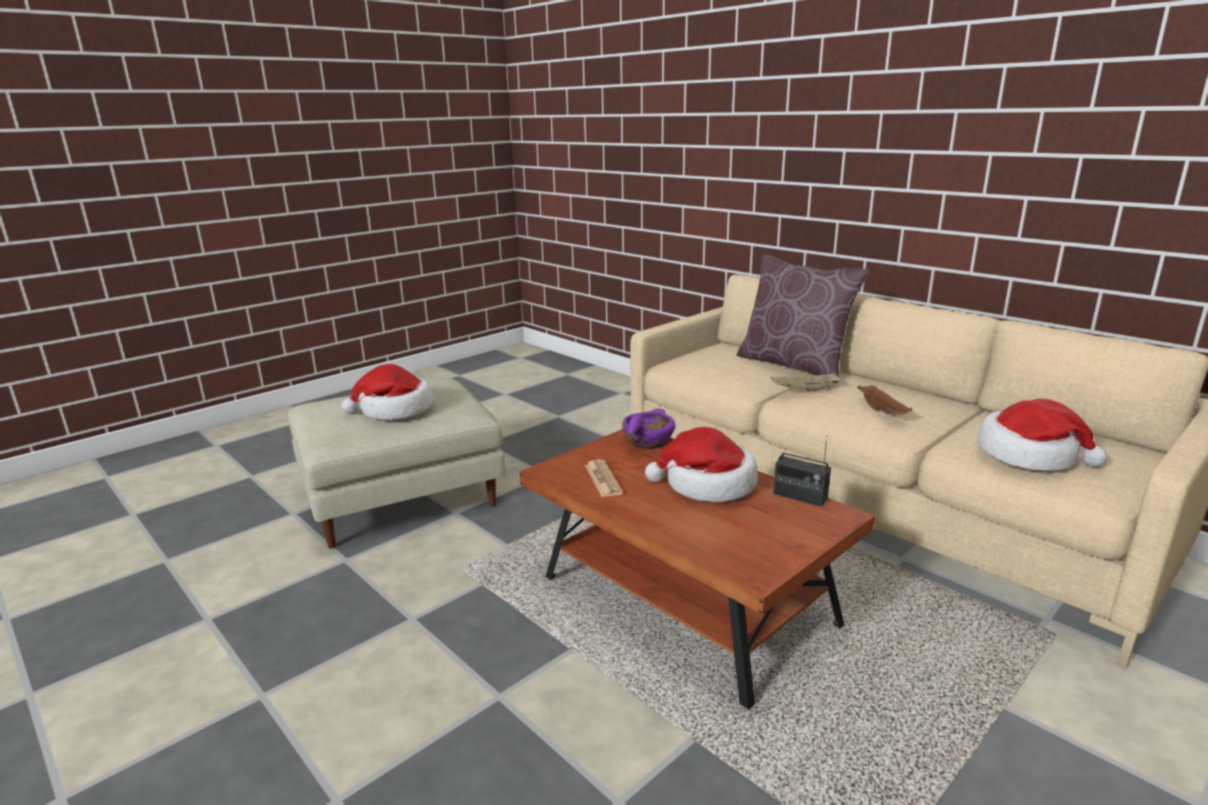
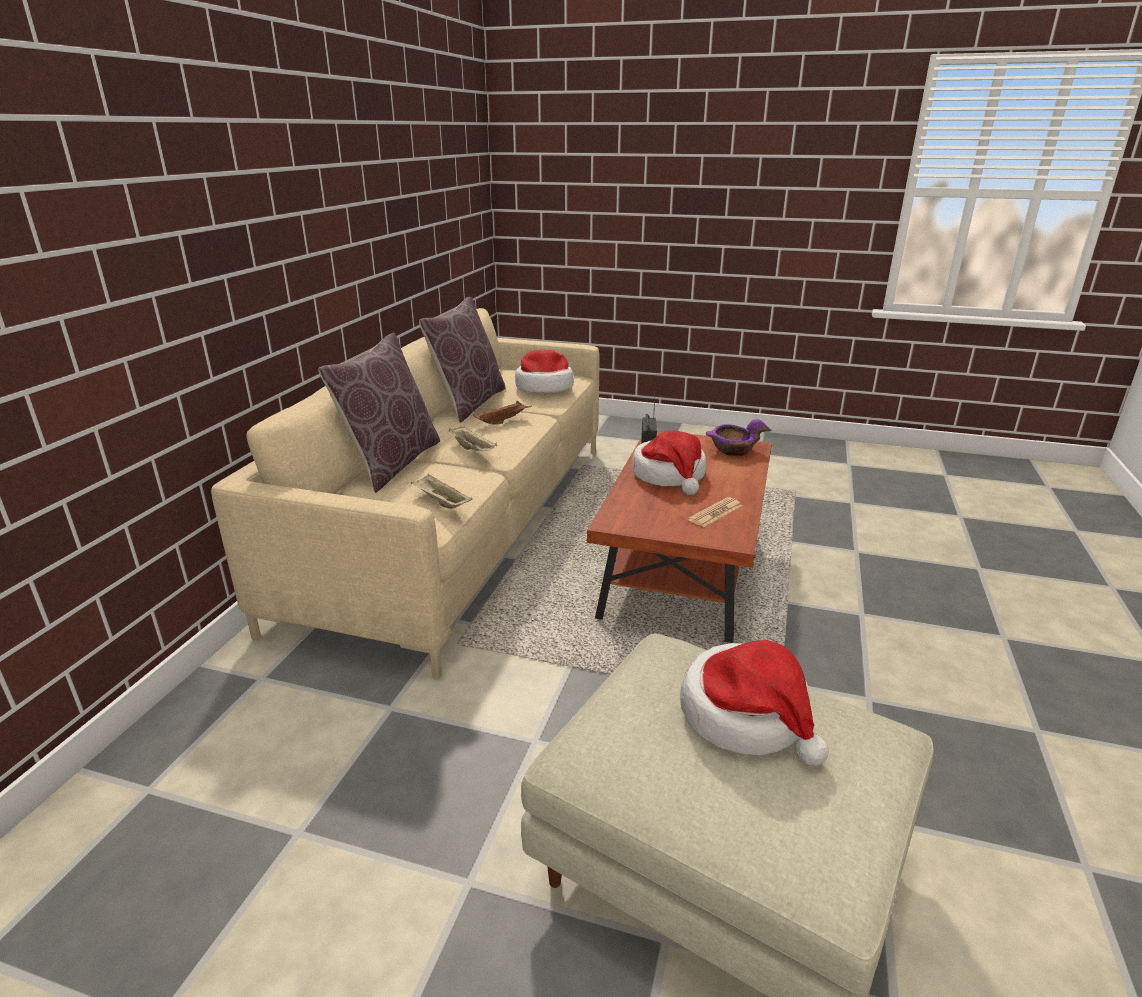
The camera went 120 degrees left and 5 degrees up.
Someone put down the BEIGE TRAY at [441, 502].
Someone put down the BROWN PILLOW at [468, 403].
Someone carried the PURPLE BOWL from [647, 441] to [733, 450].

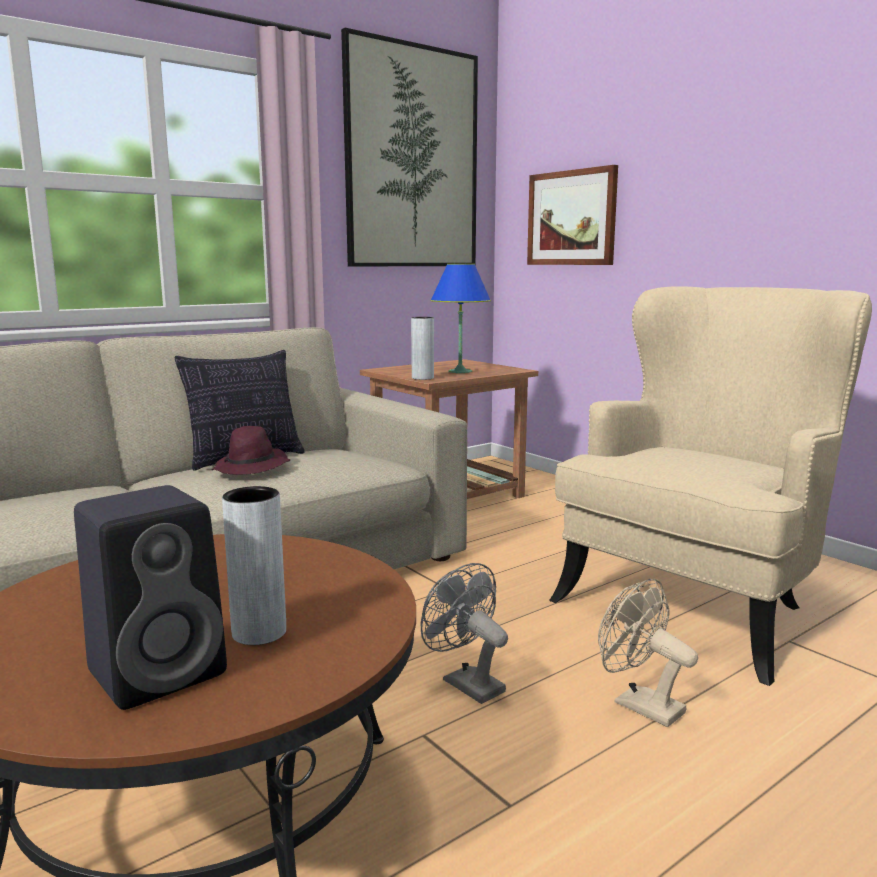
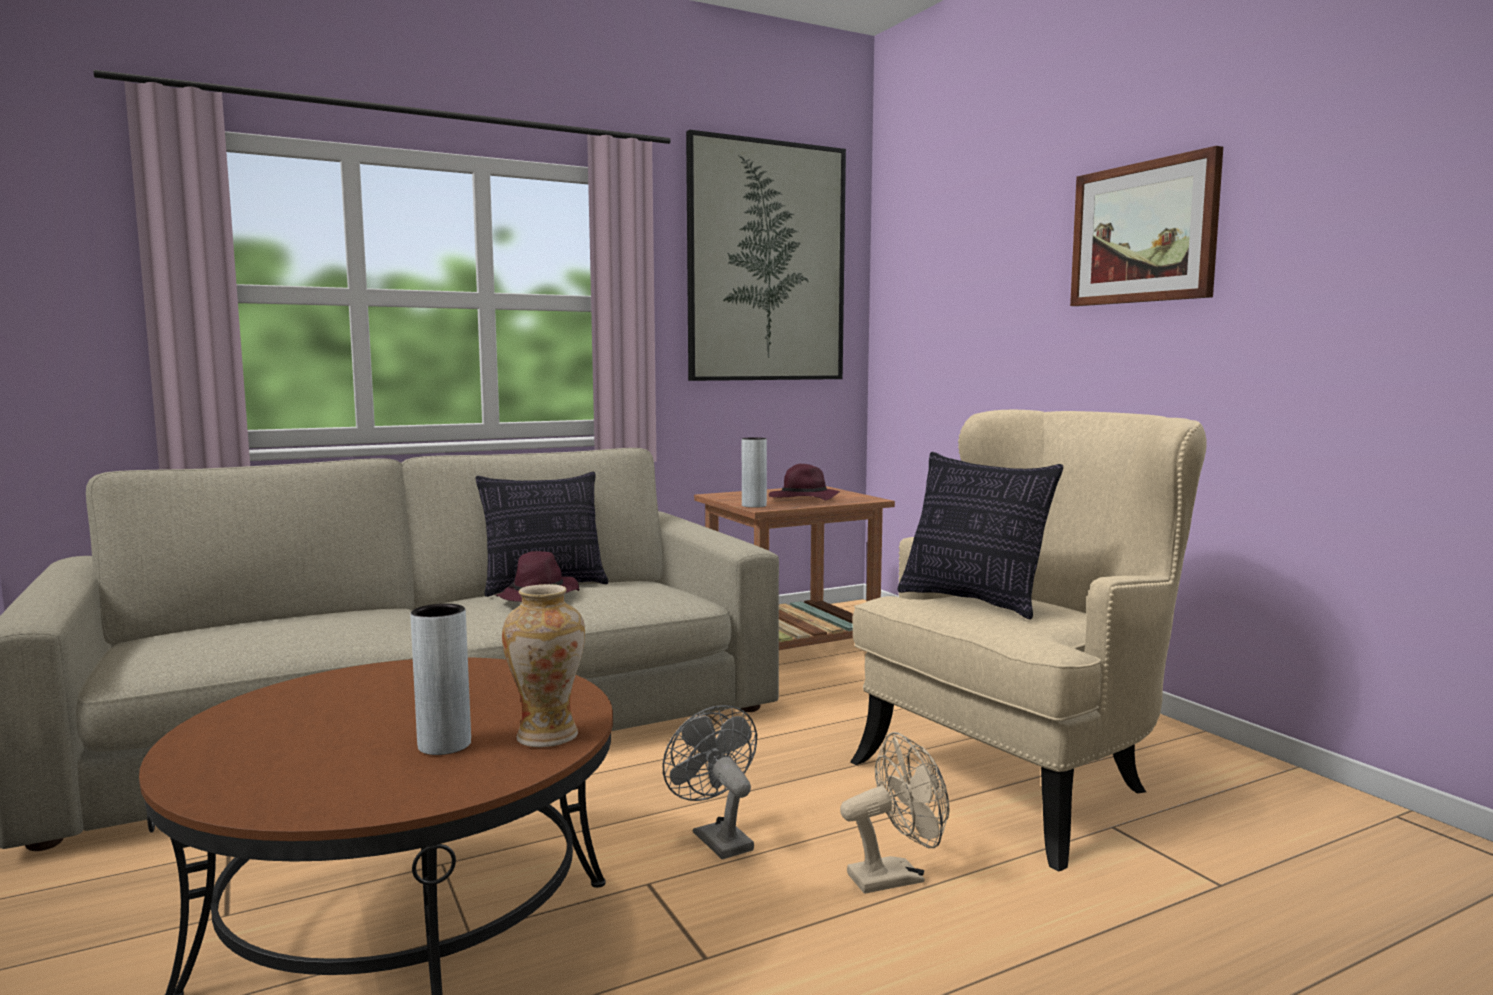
The camera went 10 degrees right and 5 degrees down.
Someone took away the BLACK SPEAKER at [161, 671].
Someone put down the VASE at [547, 736].
Someone put down the PILLOW at [973, 602].
Someone carried the PICTURE from [571, 218] to [1143, 233].
Someone swapped the BLUE TABLE LAMP at [460, 371] for the PURPLE HAT at [803, 499].
Someone rotated the BEIGE FAN at [639, 704] by 105 degrees clockwise.

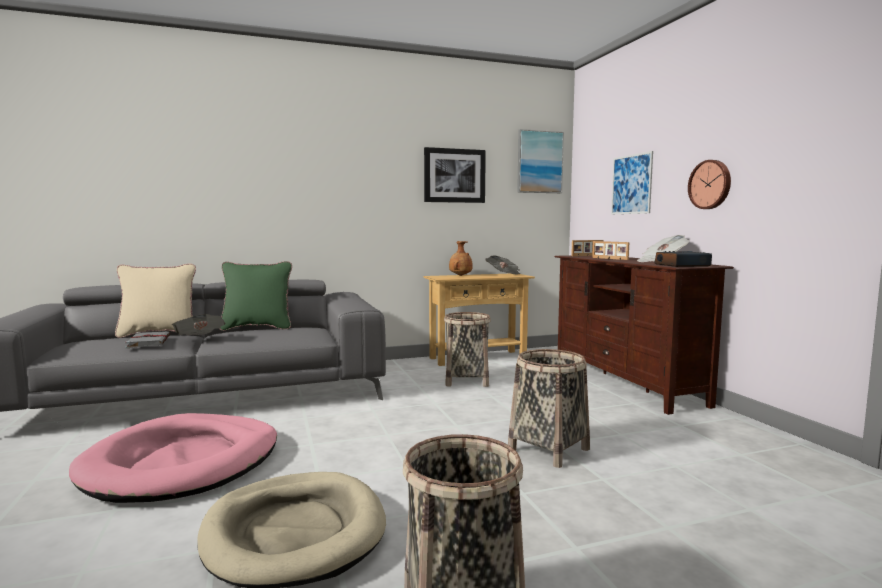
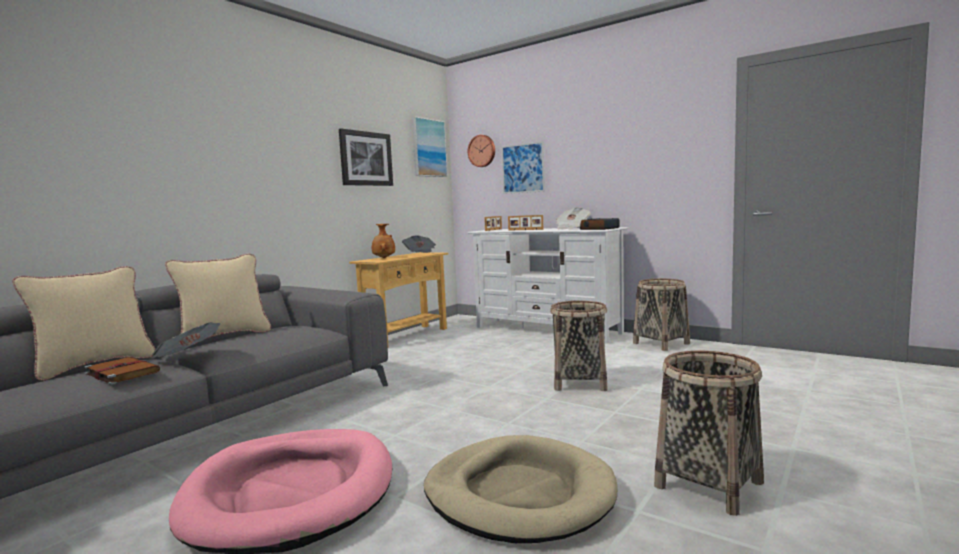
The camera went 35 degrees left and 0 degrees up.
Someone carried the BASKET from [467, 380] to [661, 343].
Someone carried the WALL CLOCK from [710, 184] to [482, 151].
Someone repainted the GREY BOOK at [149, 341], which became the BROWN BOOK at [121, 373].
Someone repainted the GREEN PILLOW at [257, 328], which became the BEIGE PILLOW at [224, 336].
Someone repainted the BROWN TV STAND at [626, 382], which became the WHITE TV STAND at [547, 330].

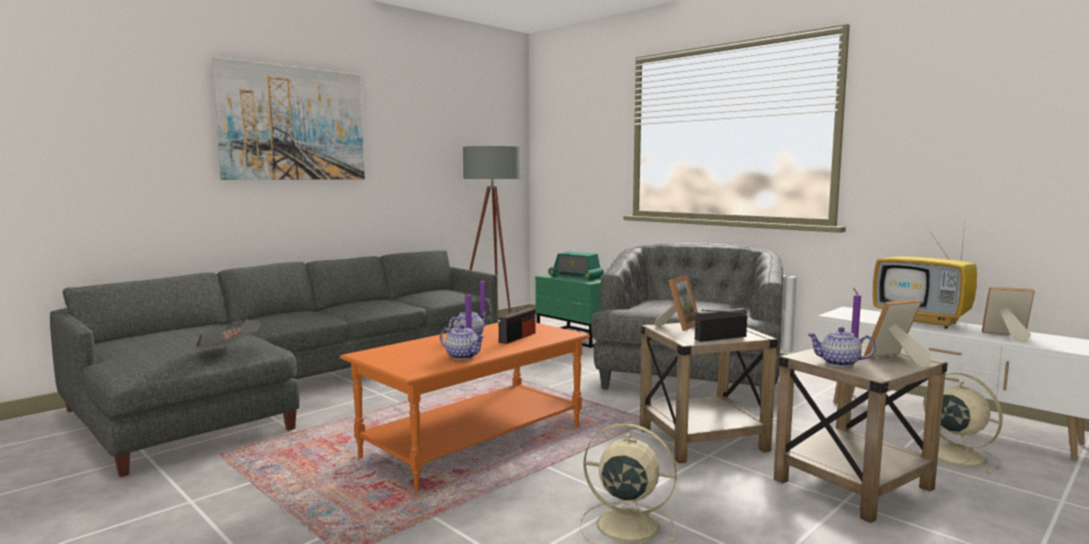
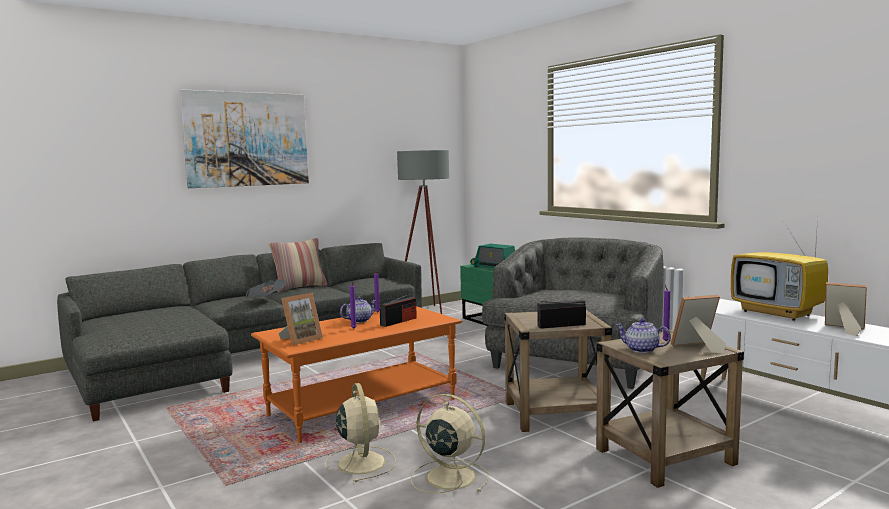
The camera went 10 degrees right and 0 degrees up.
Someone took away the TEAPOT at [463, 356].
Someone put down the PILLOW at [300, 287].
Someone carried the NEWSPAPER from [229, 351] to [266, 300].
Someone carried the PICTURE FRAME from [679, 326] to [300, 340].
Someone carried the BEIGE FAN from [954, 455] to [361, 462].

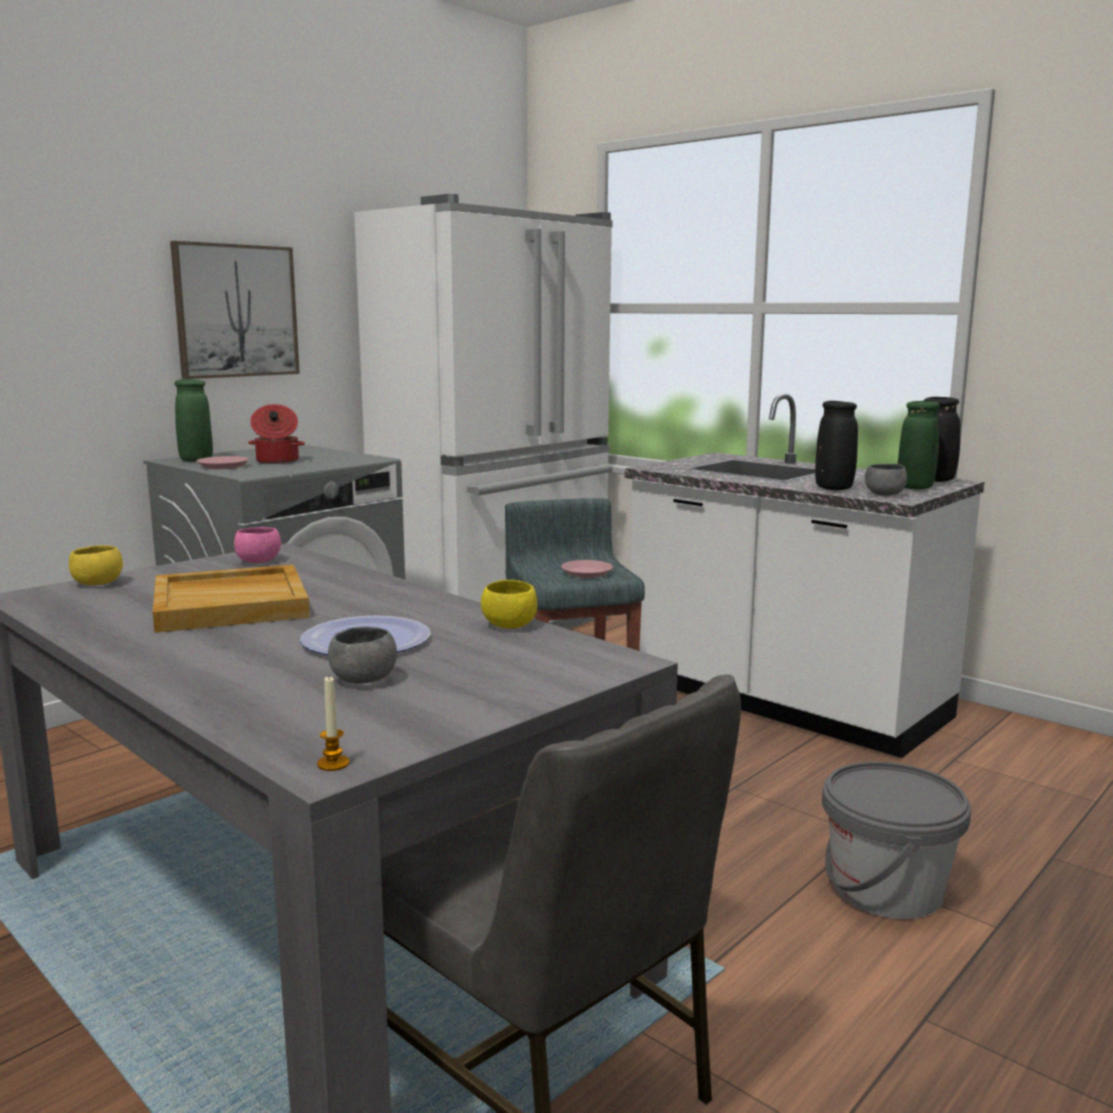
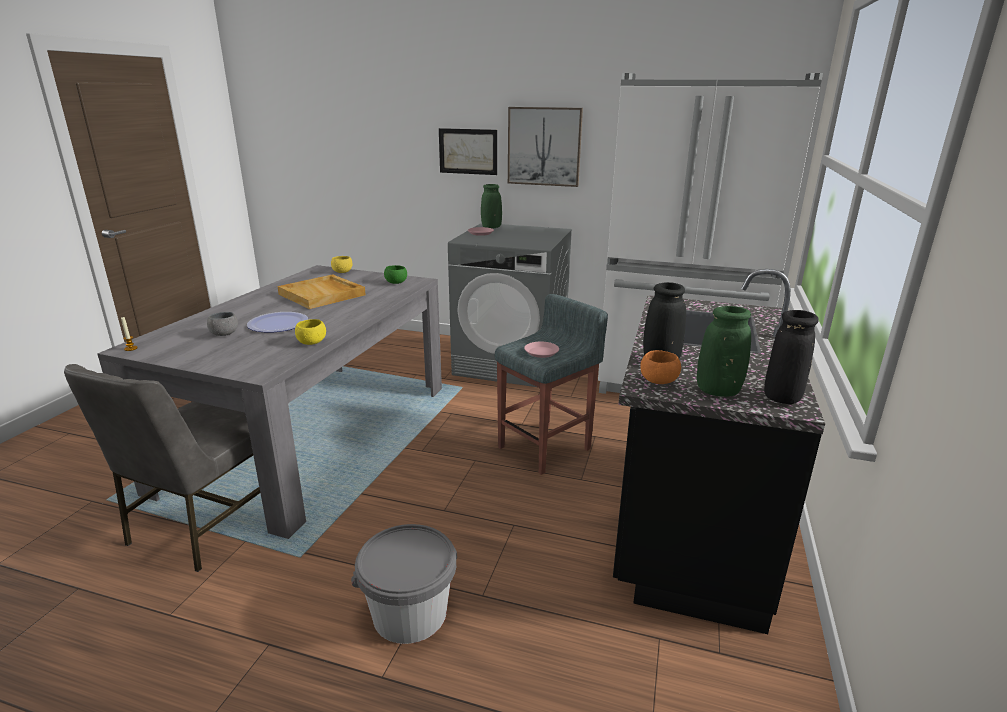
The camera went 65 degrees right and 10 degrees up.
Someone took away the COOKING POT at [277, 461].
Someone put up the PICTURE at [468, 151].
Someone repainted the PINK BOWL at [258, 562], which became the GREEN BOWL at [396, 282].
Someone repainted the WHITE COUNTER at [783, 701], which became the BLACK COUNTER at [686, 523].
Someone repainted the GREY BOWL at [884, 494], which became the ORANGE BOWL at [658, 381].

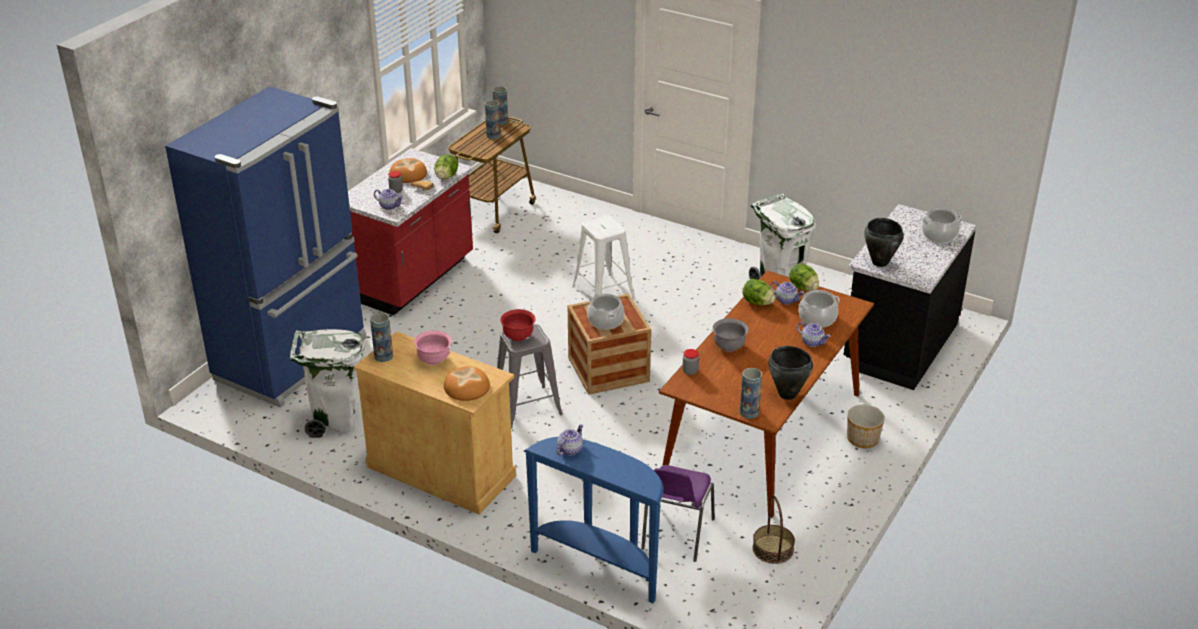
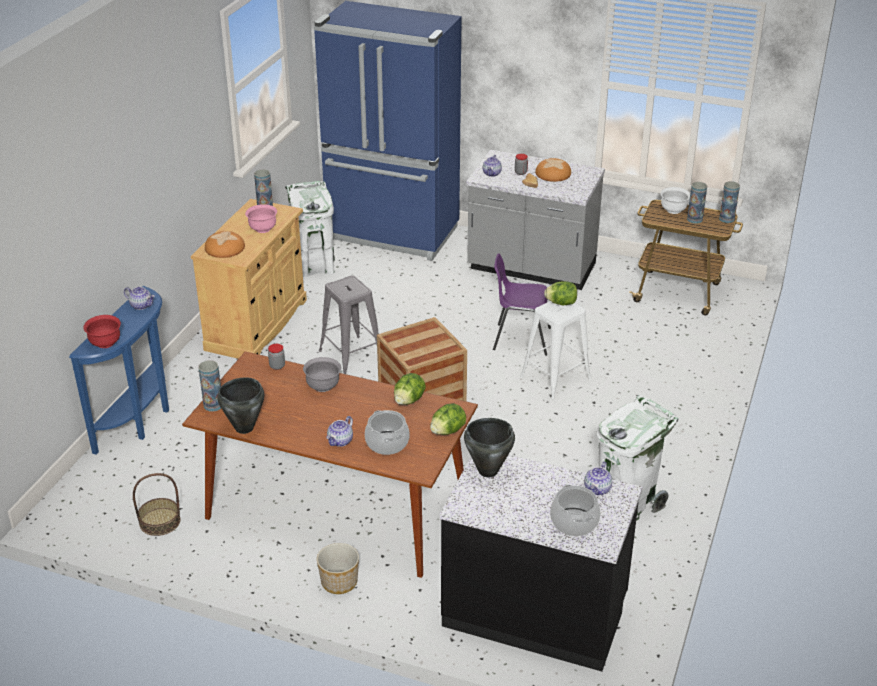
The camera went 80 degrees right and 0 degrees up.
Someone took away the COOKING POT at [606, 321].
Someone put down the WHITE BOWL at [673, 210].
Someone carried the LETTUCE from [446, 177] to [561, 303].
Someone carried the RED BOWL from [518, 336] to [105, 343].
Someone carried the PURPLE CHAIR from [676, 535] to [520, 339].
Someone carried the TEAPOT from [786, 300] to [597, 489].
Someone repainted the RED COUNTER at [412, 279], which became the GREY COUNTER at [531, 269].

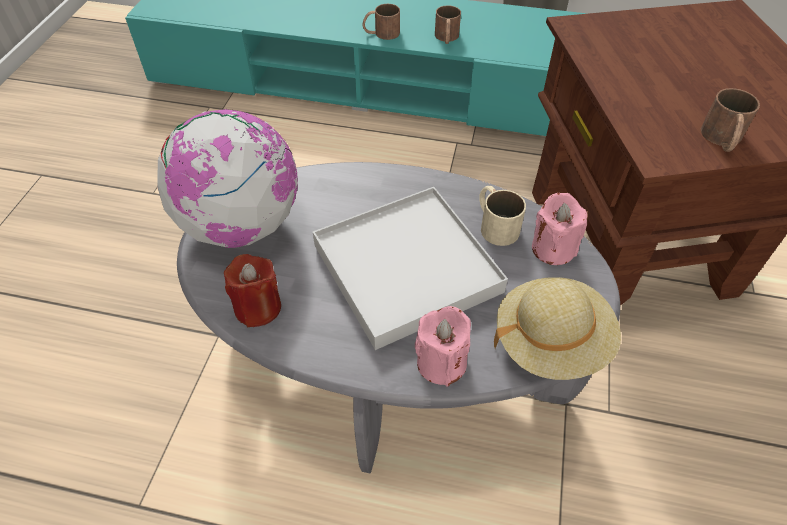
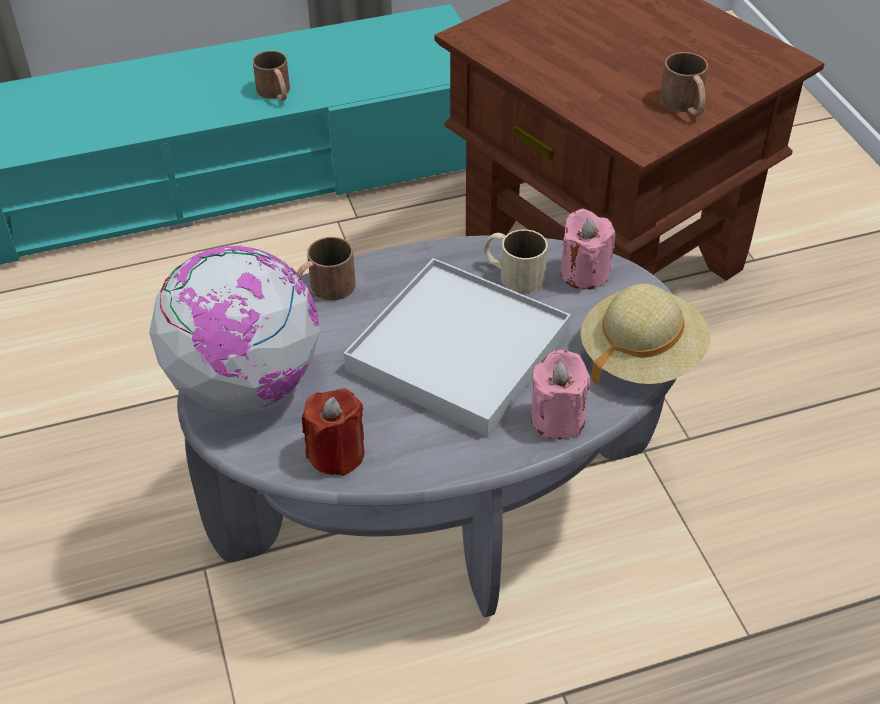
The camera went 30 degrees left and 5 degrees down.
Someone carried the BROWN MUG from [381, 33] to [323, 290].

